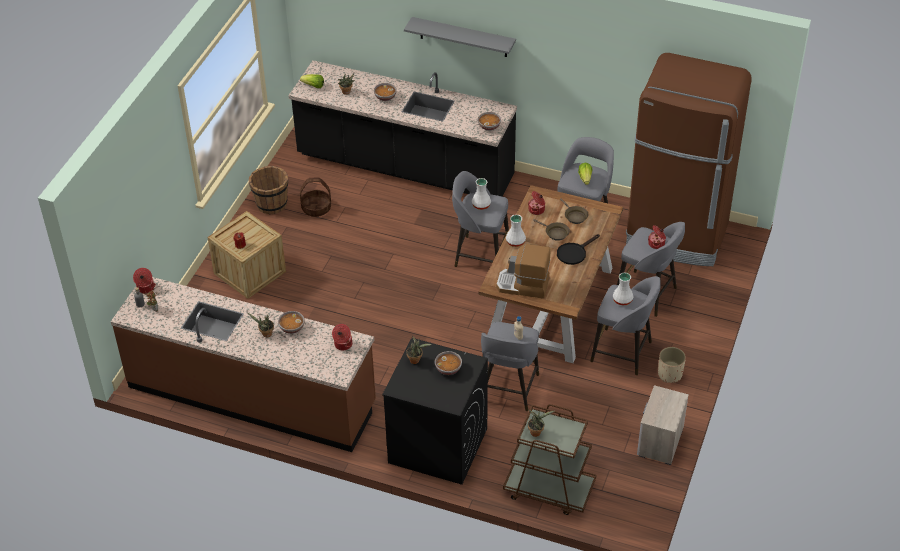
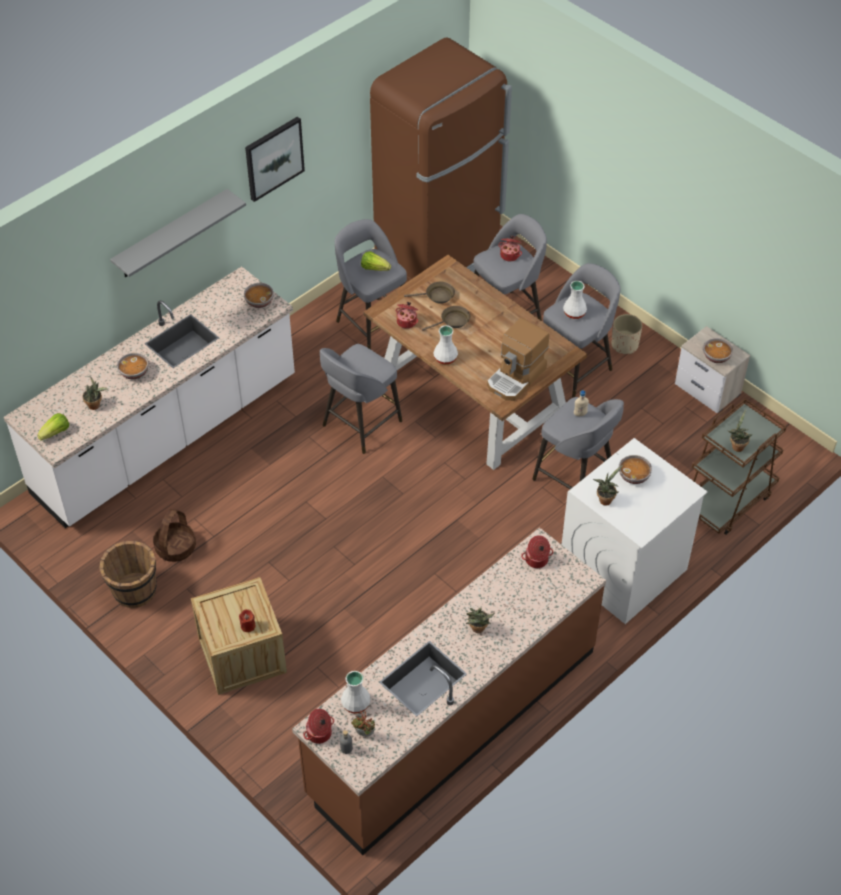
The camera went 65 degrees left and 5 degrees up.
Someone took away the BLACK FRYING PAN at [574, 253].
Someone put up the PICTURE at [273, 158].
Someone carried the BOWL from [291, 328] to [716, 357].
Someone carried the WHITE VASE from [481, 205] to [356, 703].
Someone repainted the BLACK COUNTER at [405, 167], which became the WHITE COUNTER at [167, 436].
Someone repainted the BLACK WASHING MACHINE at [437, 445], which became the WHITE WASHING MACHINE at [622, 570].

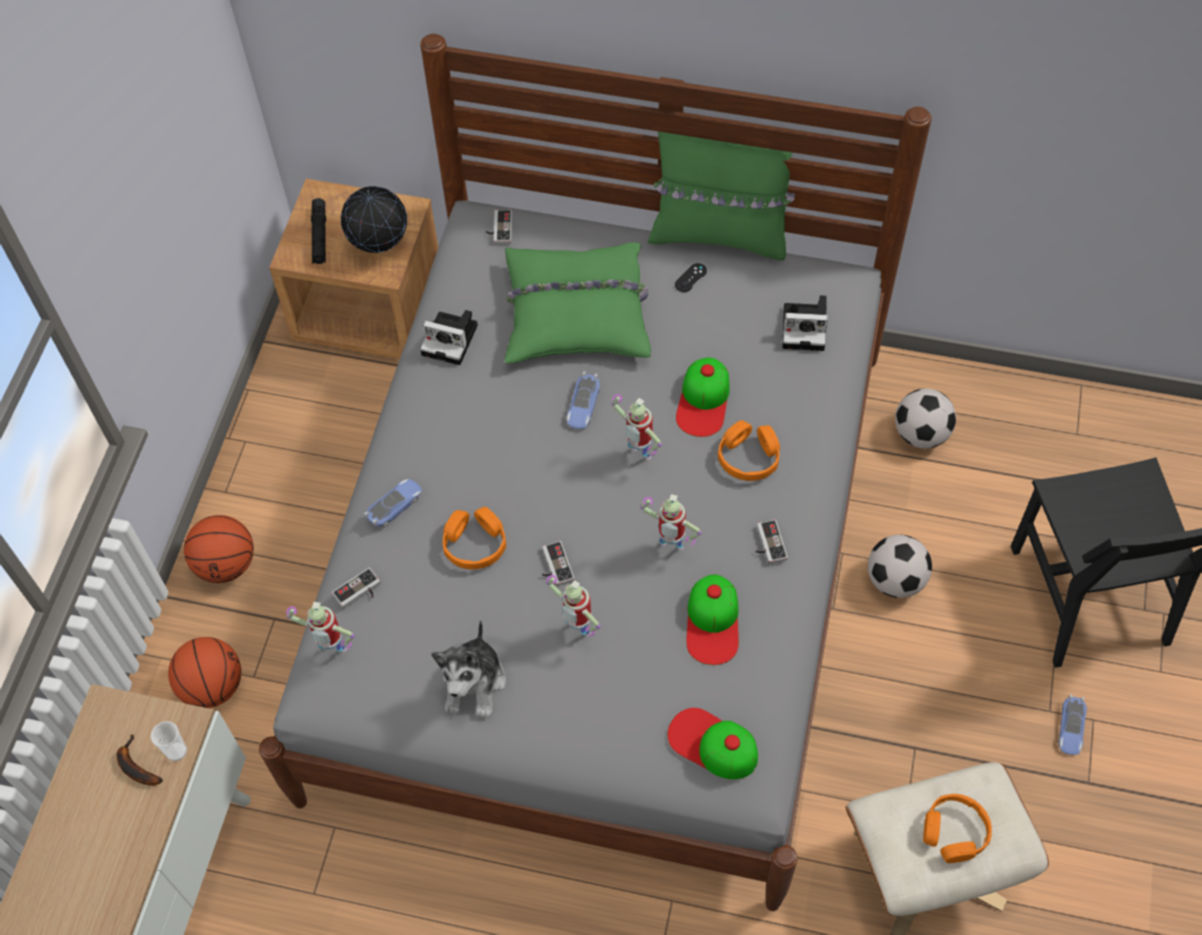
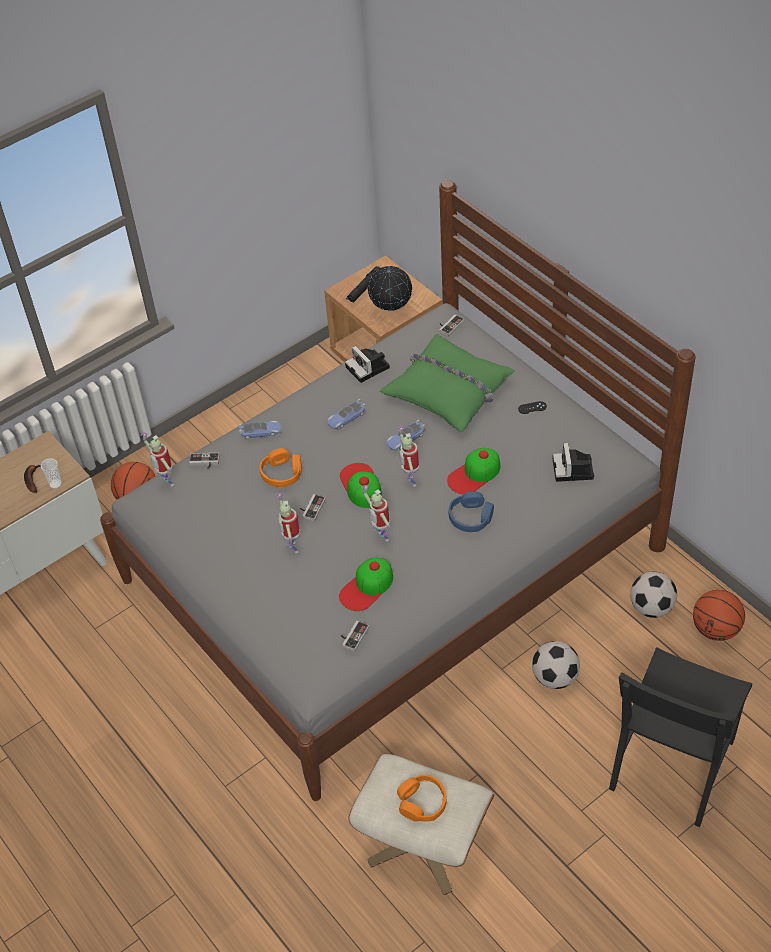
The camera went 40 degrees right and 10 degrees down.
Someone took away the PLUSH TOY at [474, 683].
Someone took away the GREEN PILLOW at [719, 235].
Someone carried the BASKETBALL from [226, 564] to [715, 629].
Someone carried the CAP from [712, 744] to [361, 485].
Someone carried the GAME CONTROLLER from [767, 544] to [352, 636].
Someone carried the TOY CAR from [1071, 728] to [346, 418].
Someone repainted the ORANGE HEADPHONES at [748, 457], which became the BLUE HEADPHONES at [471, 517].
Someone rotated the PHOTO CAMERA at [806, 328] by 45 degrees clockwise.

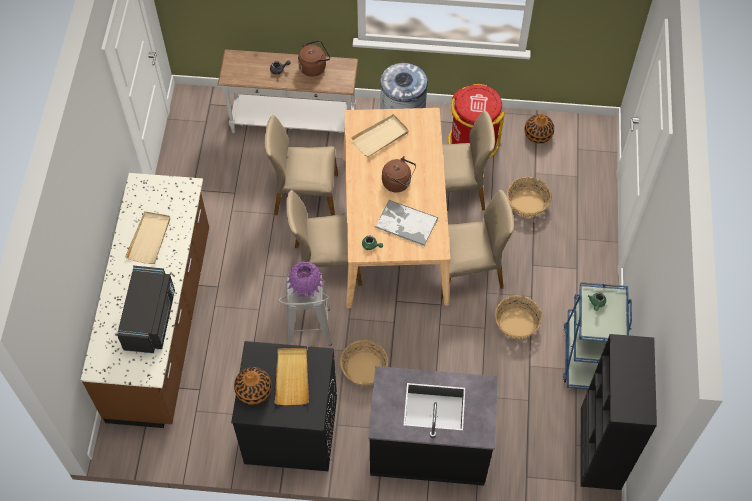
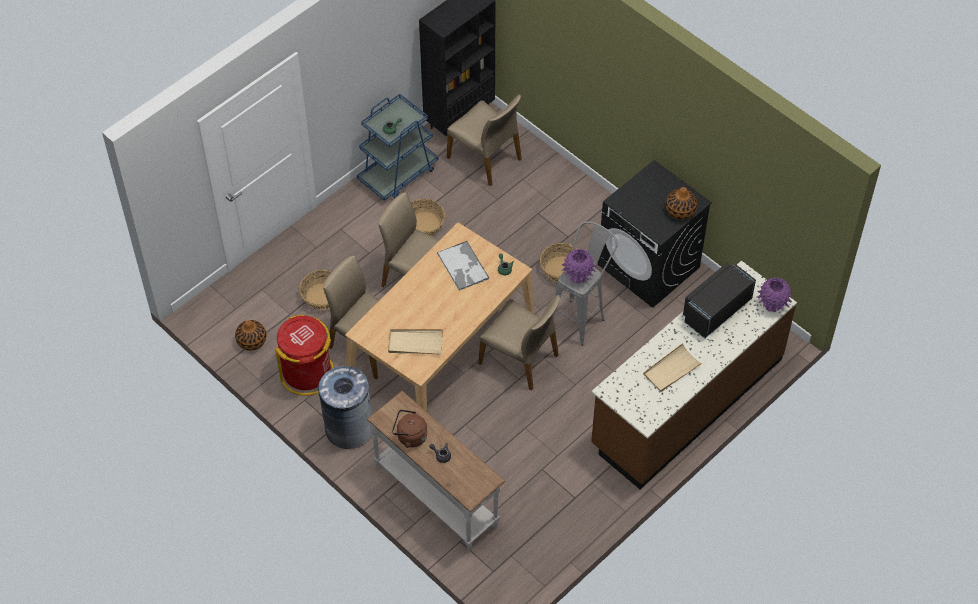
The camera went 140 degrees left and 5 degrees down.
Someone took away the BEIGE TRAY at [292, 377].
Someone took away the BLACK COUNTER at [429, 447].
Someone took away the BROWN KETTLE at [398, 183].
Someone put down the PURPLE VASE at [772, 304].
Someone carried the BEIGE CHAIR from [305, 195] to [485, 158].

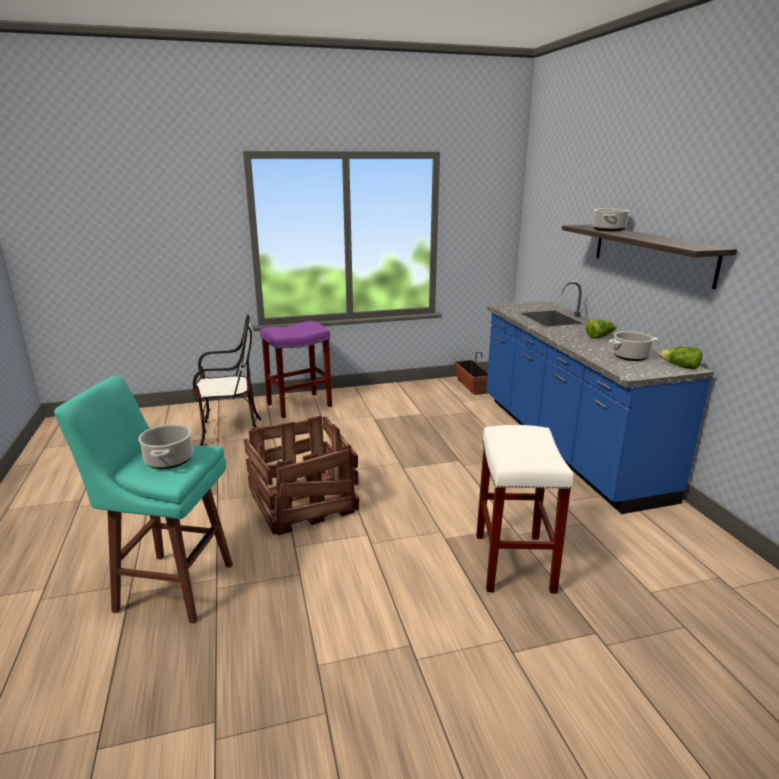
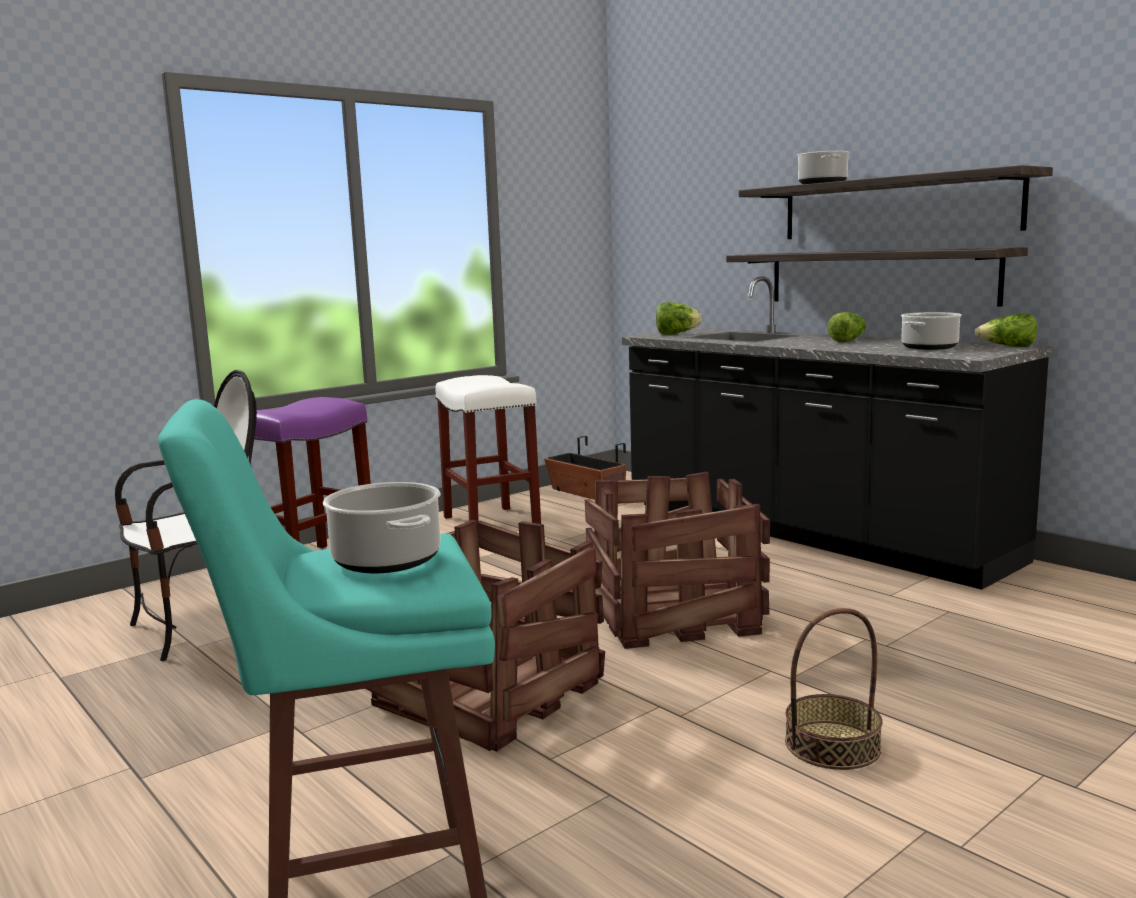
The camera went 25 degrees left and 10 degrees down.
Someone put down the CRATE at [675, 614].
Someone put down the LETTUCE at [676, 334].
Someone put up the SHELF at [878, 277].
Someone put down the BASKET at [832, 745].
Someone carried the WHITE STOOL from [514, 563] to [492, 524].
Someone repainted the BLUE COUNTER at [565, 445], which became the BLACK COUNTER at [807, 532].

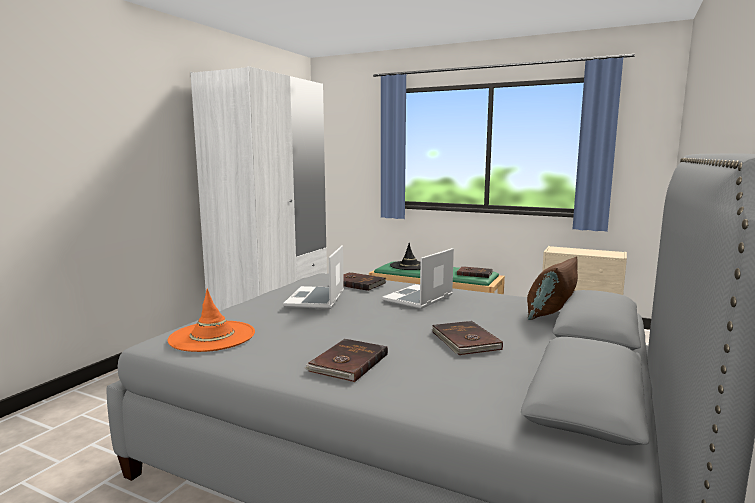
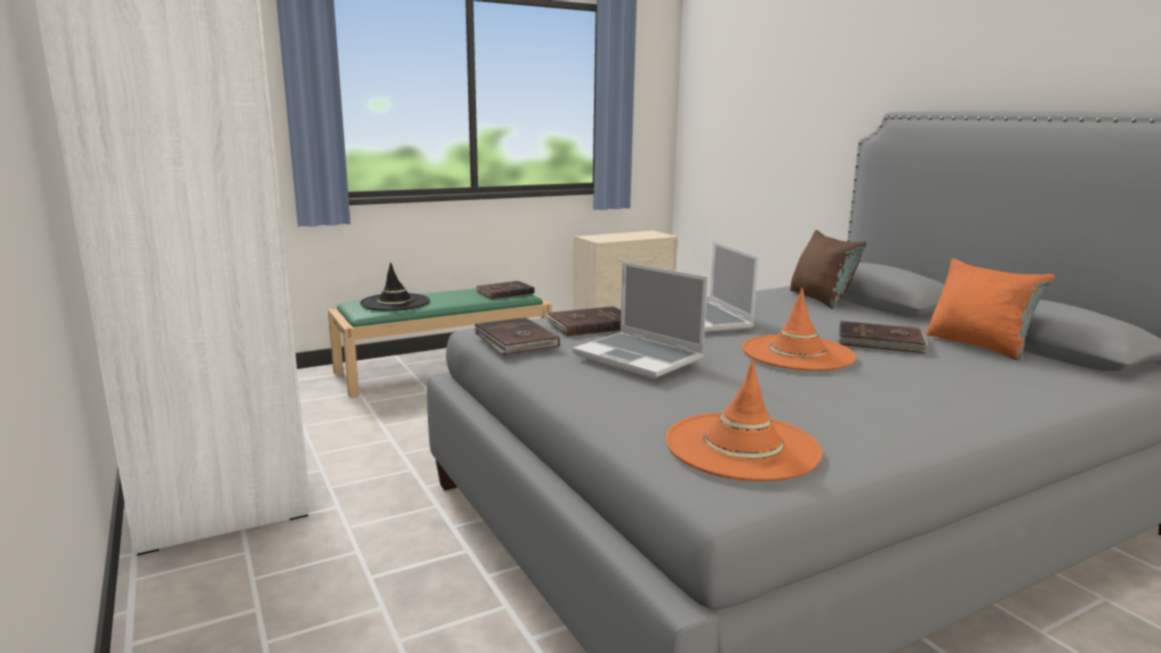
The camera went 55 degrees left and 5 degrees up.
Someone put down the ORANGE HAT at [797, 353].
Someone put down the ORANGE PILLOW at [978, 345].
Someone carried the BROWN BOOK from [347, 363] to [515, 340].

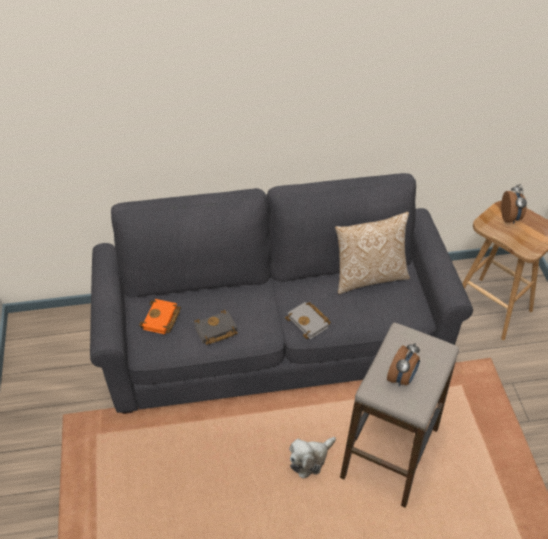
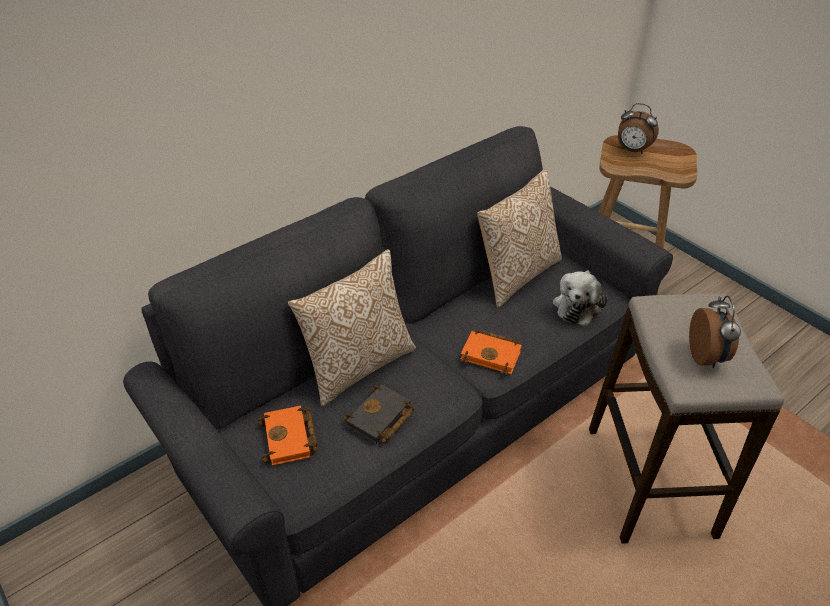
The camera went 30 degrees left and 5 degrees down.
Someone put down the PILLOW at [358, 365].
Someone carried the PLUSH TOY from [310, 459] to [577, 305].
Someone repainted the GREY BOOK at [309, 322], which became the ORANGE BOOK at [492, 354].
Someone rotated the ALARM CLOCK at [510, 218] by 150 degrees clockwise.

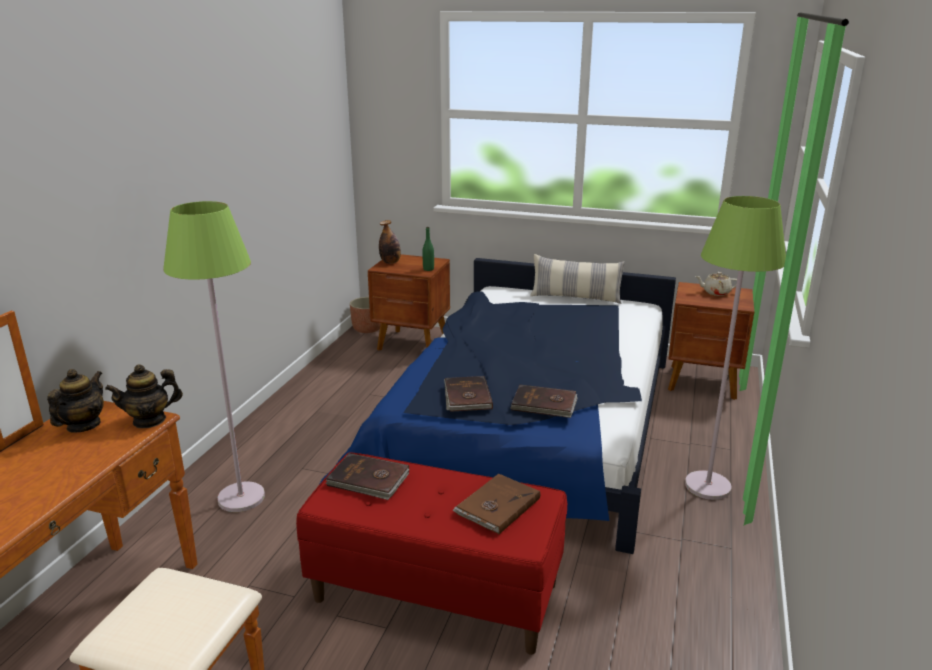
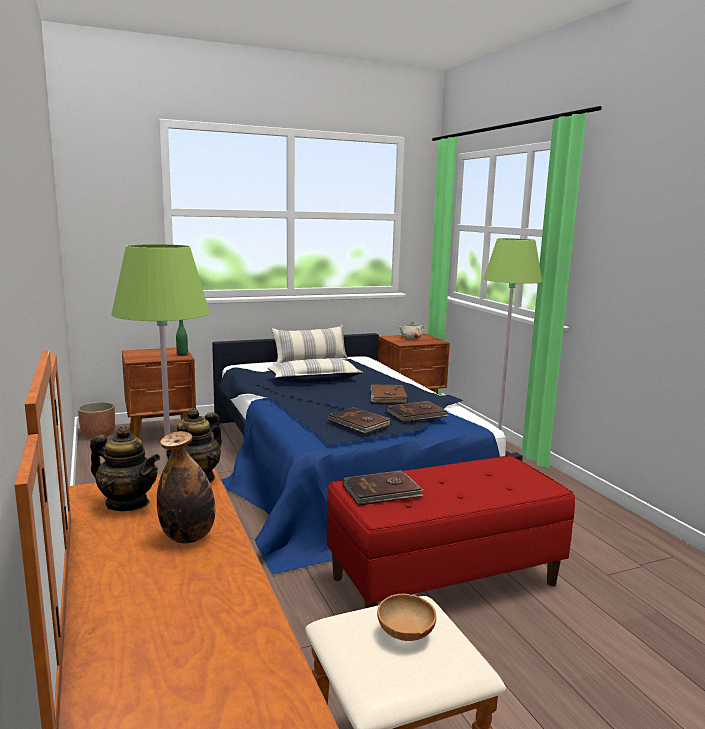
The camera went 40 degrees left and 10 degrees down.
Someone put down the PILLOW at [314, 380].
Someone put down the BROWN BOWL at [405, 635].
Someone carried the BOTTLE from [390, 262] to [188, 537].
Someone carried the BROWN BOOK from [497, 506] to [387, 396].
Someone rotated the TEAPOT at [83, 425] by 135 degrees clockwise.

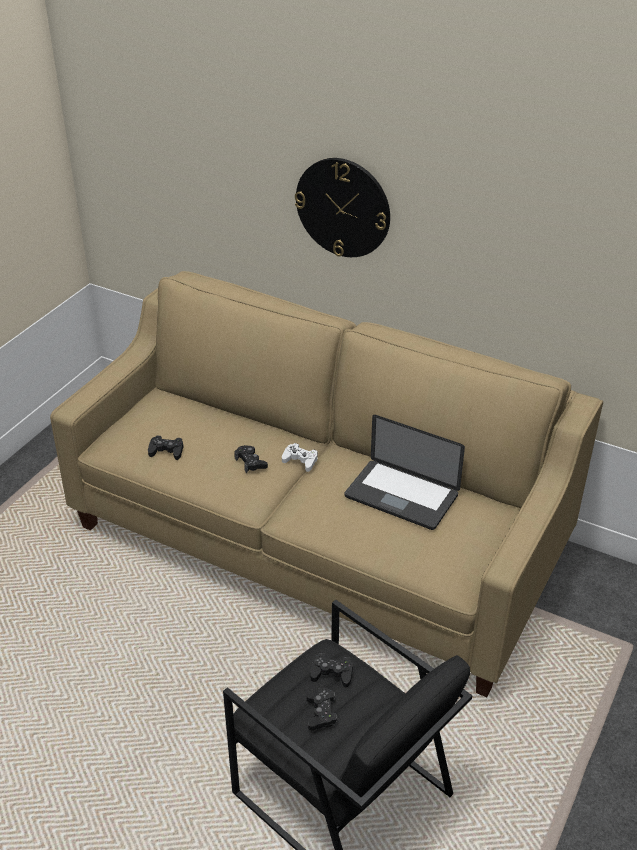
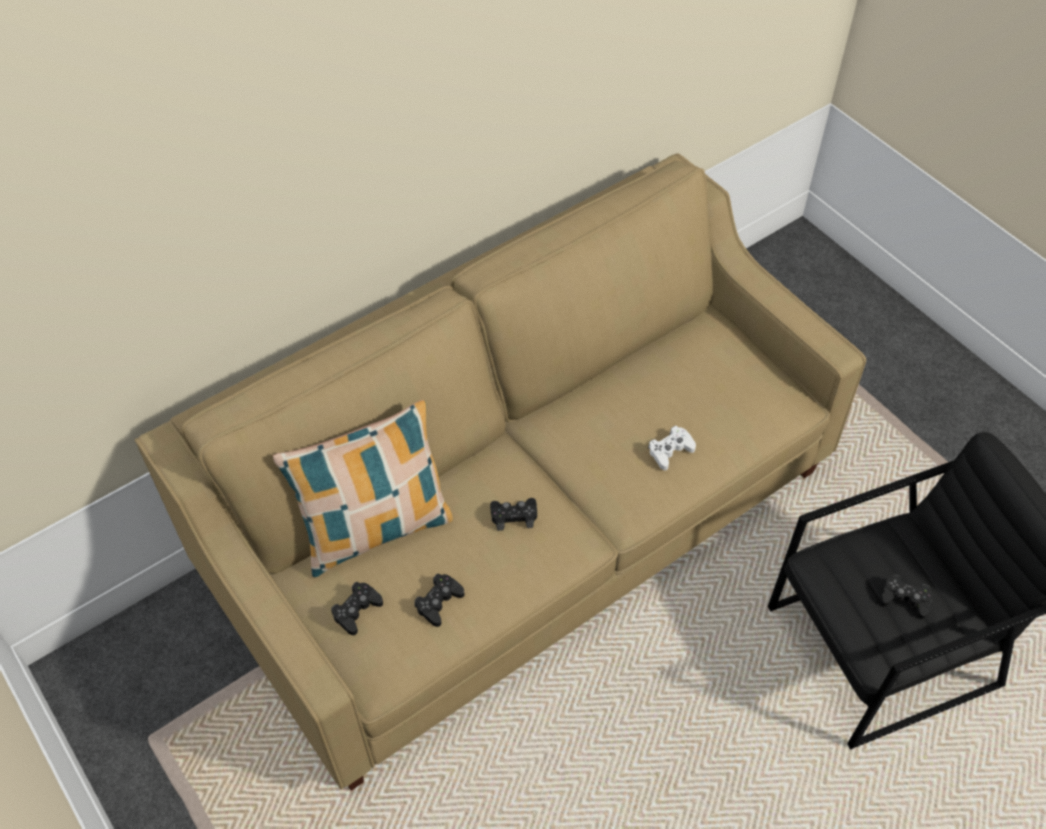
The camera went 65 degrees left and 15 degrees up.
Someone took away the WALL CLOCK at [343, 207].
Someone took away the LAPTOP at [401, 496].
Someone put down the PILLOW at [375, 529].
Someone carried the WHITE GAME CONTROLLER from [300, 460] to [670, 451].
Someone carried the BLACK GAME CONTROLLER from [332, 673] to [357, 610].

